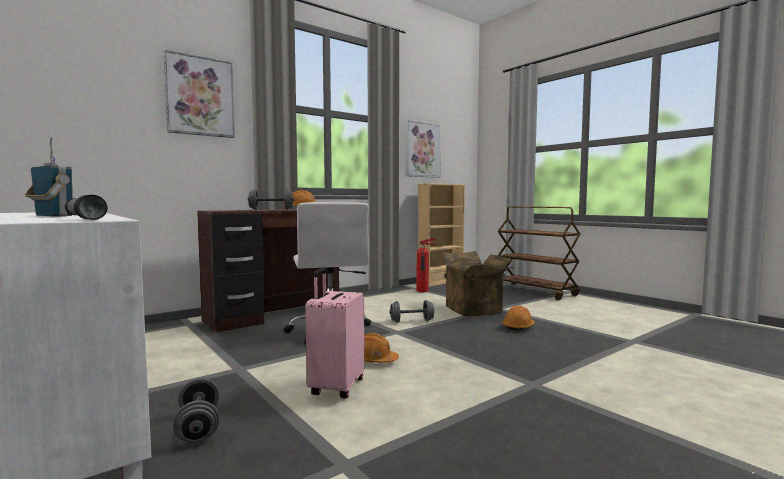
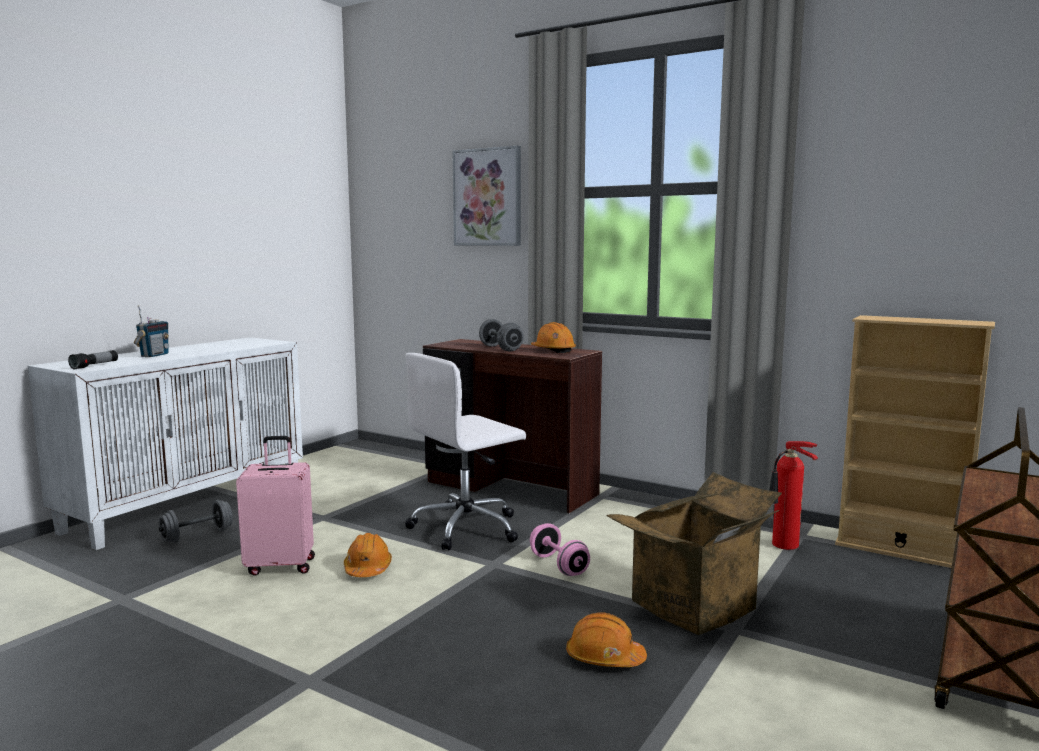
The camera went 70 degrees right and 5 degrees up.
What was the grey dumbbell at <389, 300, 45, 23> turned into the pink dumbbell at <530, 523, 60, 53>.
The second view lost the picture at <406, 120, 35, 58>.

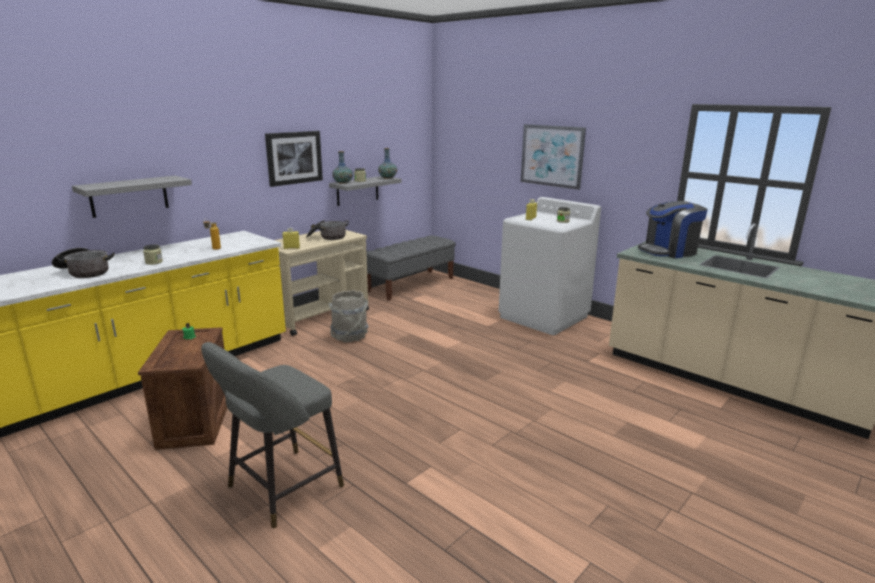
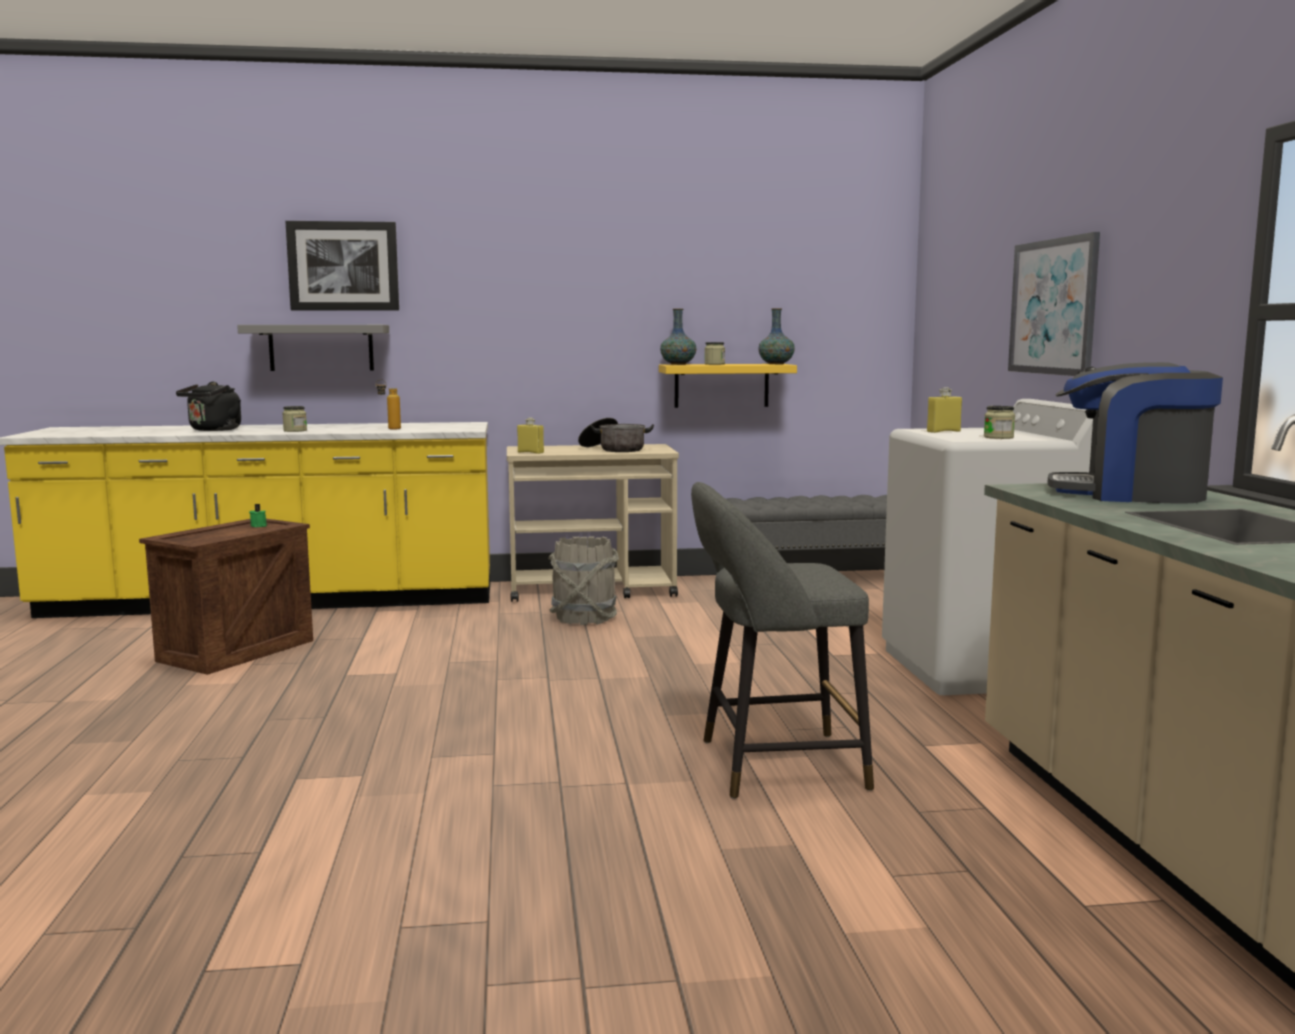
The camera went 40 degrees right and 10 degrees down.
Where the cooking pot stood at <52, 248, 62, 30>, the black kettle came to stand at <176, 382, 65, 49>.
The picture ended up elsewhere, having gone from <265, 131, 58, 56> to <285, 221, 114, 90>.
What was the grey shelf at <329, 176, 72, 30> turned into the yellow shelf at <659, 364, 138, 44>.
The grey stool ended up elsewhere, having gone from <201, 342, 143, 187> to <691, 482, 183, 317>.

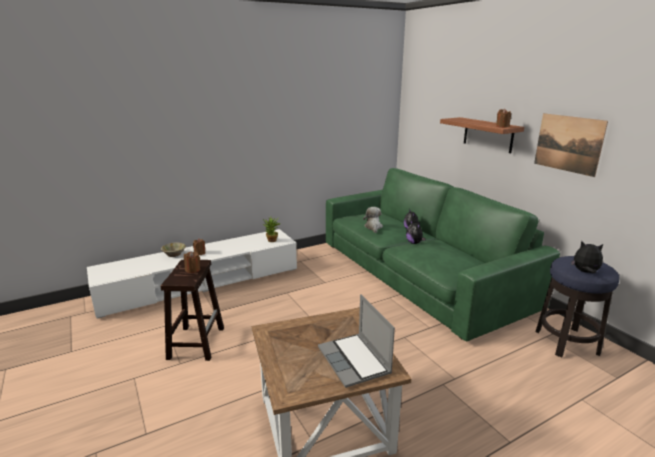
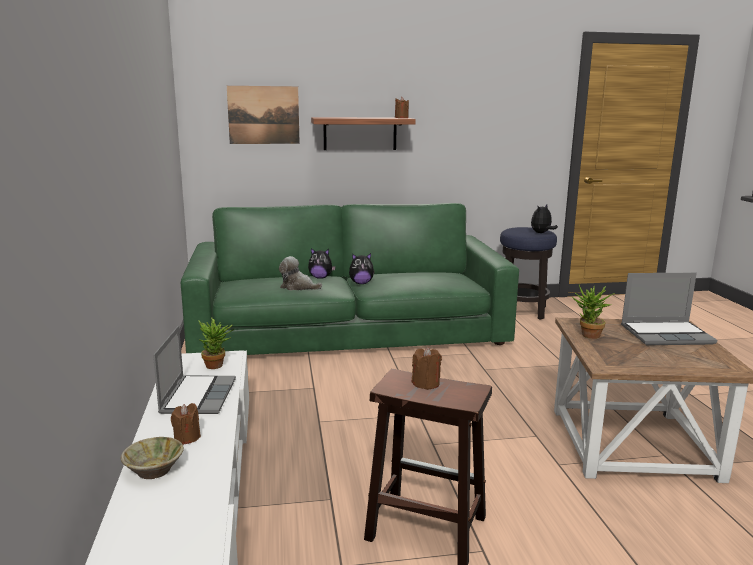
The camera went 70 degrees left and 5 degrees down.
The second view gained the laptop at <153, 326, 83, 88>.
The picture ended up elsewhere, having gone from <534, 113, 74, 64> to <227, 86, 73, 58>.
The second view gained the potted plant at <572, 284, 43, 55>.

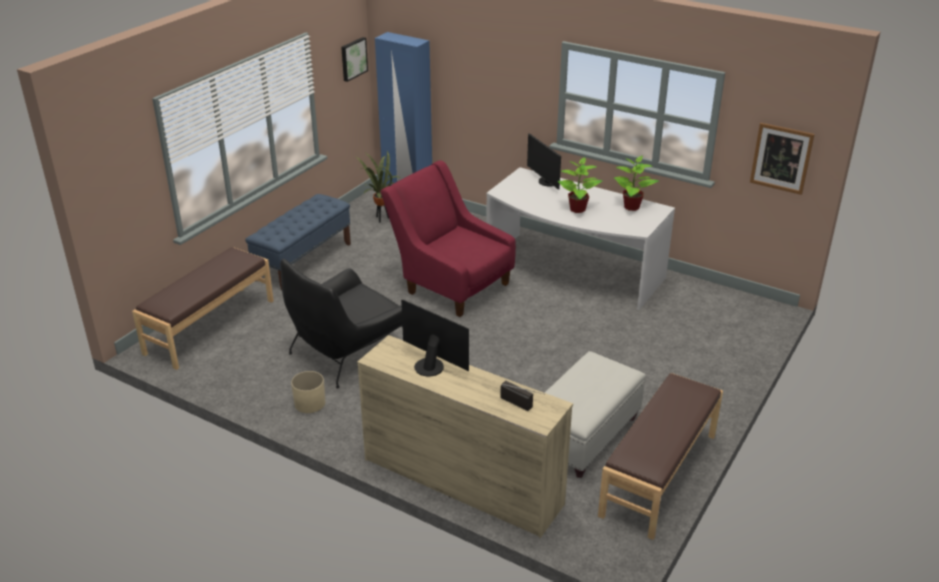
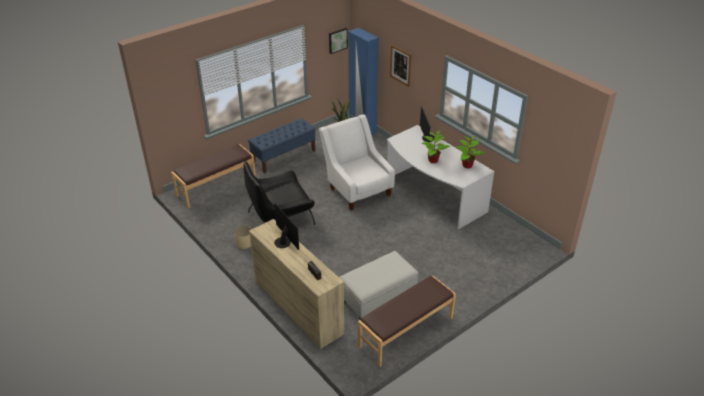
The camera went 20 degrees right and 5 degrees up.
What was the red armchair at <380, 160, 136, 157> turned into the white armchair at <319, 114, 76, 96>.
The picture ended up elsewhere, having gone from <750, 123, 65, 72> to <390, 45, 21, 42>.

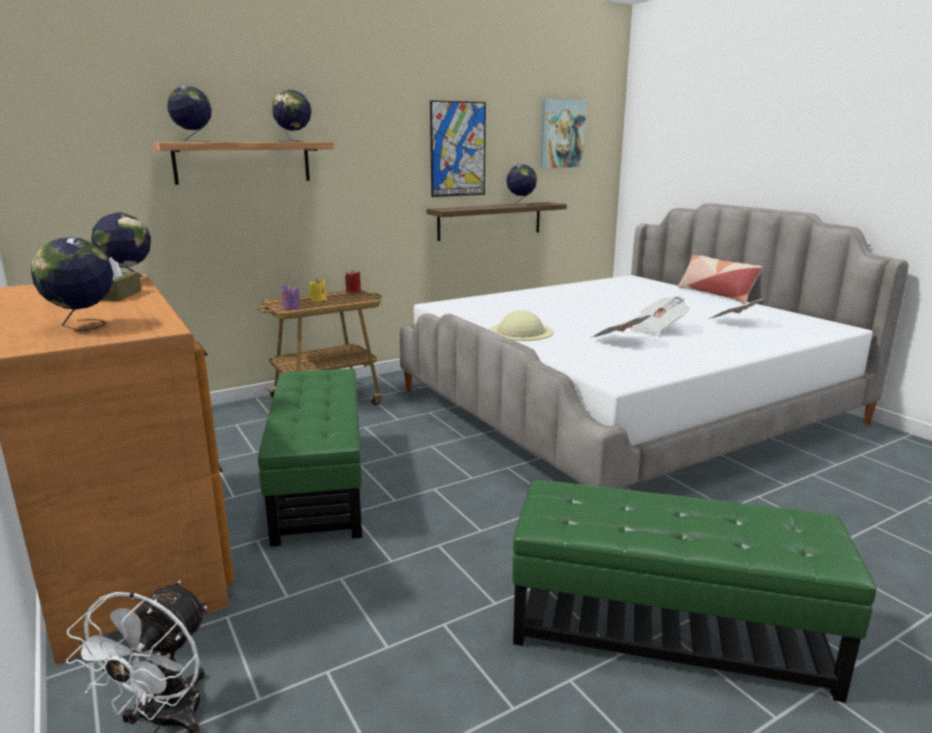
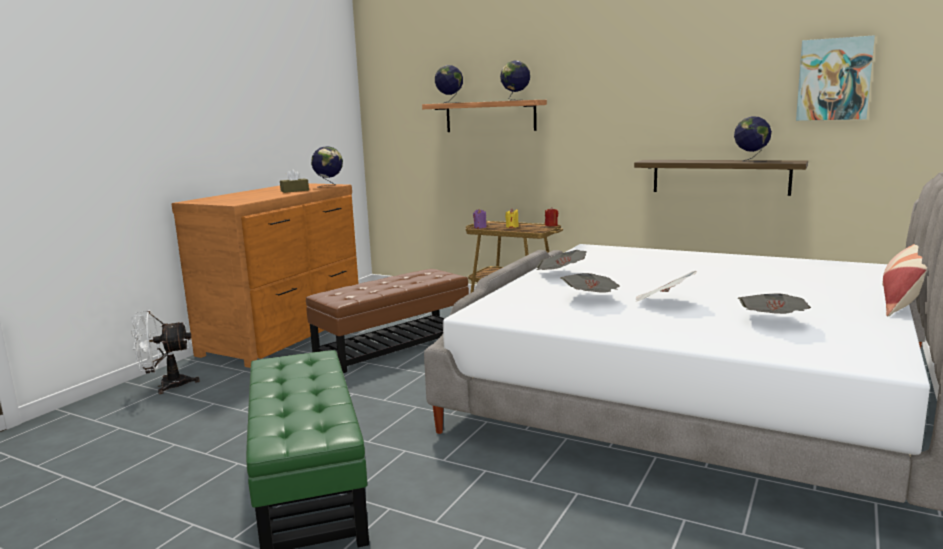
The camera went 60 degrees right and 5 degrees down.
What was the green ottoman at <258, 369, 104, 178> turned into the brown ottoman at <306, 269, 163, 104>.
Where the beige hat stood at <489, 310, 65, 31>, the newspaper came to stand at <536, 250, 50, 20>.
The second view lost the globe at <31, 237, 82, 94>.
The second view lost the picture at <430, 100, 56, 97>.

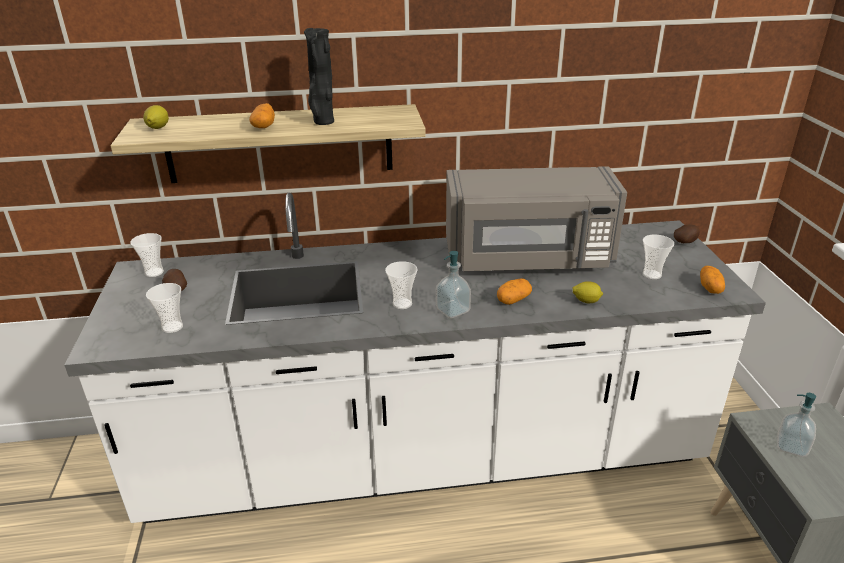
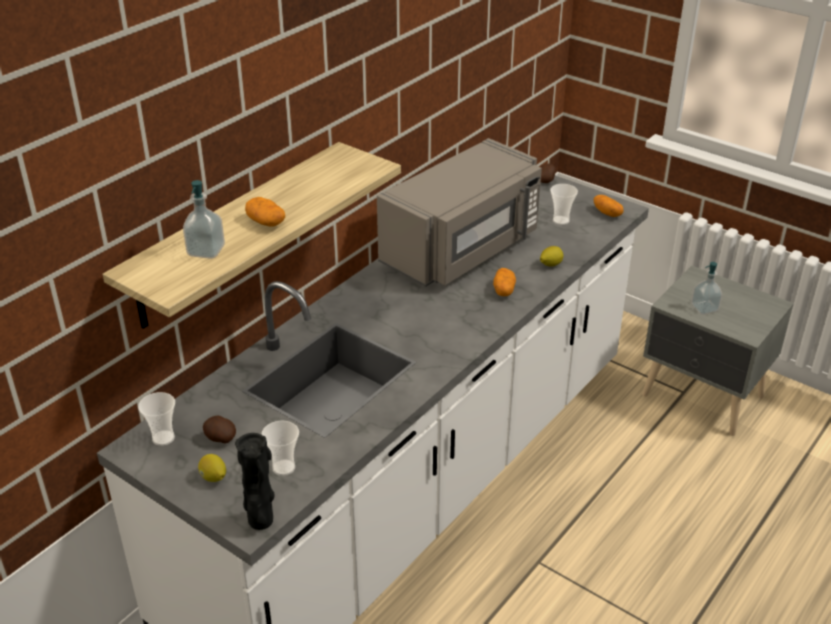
The camera went 45 degrees left and 5 degrees up.
The soap dispenser ended up elsewhere, having gone from <436, 251, 35, 68> to <183, 180, 42, 79>.
The lemon ended up elsewhere, having gone from <143, 105, 26, 24> to <198, 454, 28, 28>.
The black vase ended up elsewhere, having gone from <304, 28, 30, 97> to <235, 433, 40, 97>.
The second view lost the cup at <385, 261, 32, 48>.

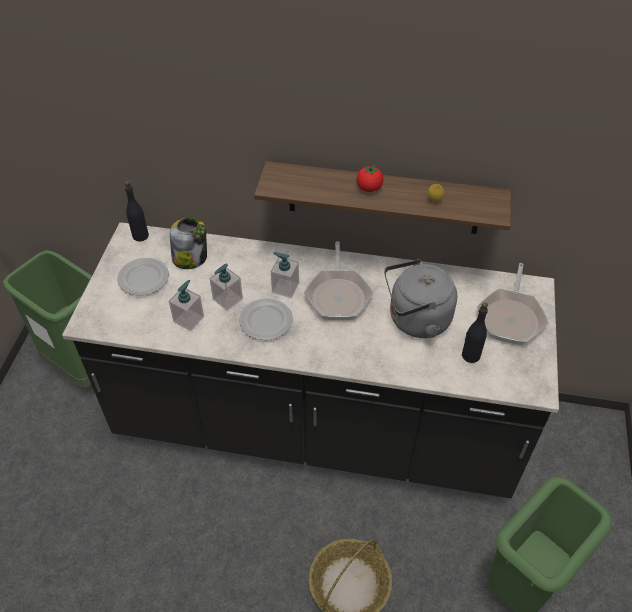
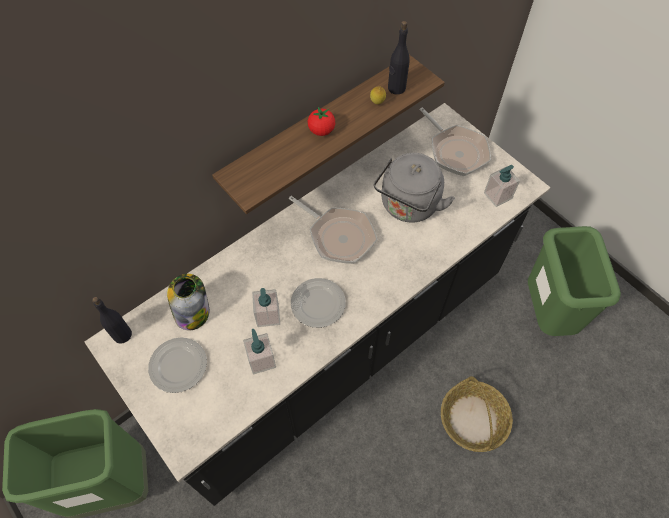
The camera went 50 degrees left and 10 degrees up.
The black bottle ended up elsewhere, having gone from <462, 302, 26, 61> to <388, 21, 22, 74>.
The soap dispenser ended up elsewhere, having gone from <271, 252, 28, 46> to <484, 165, 36, 42>.

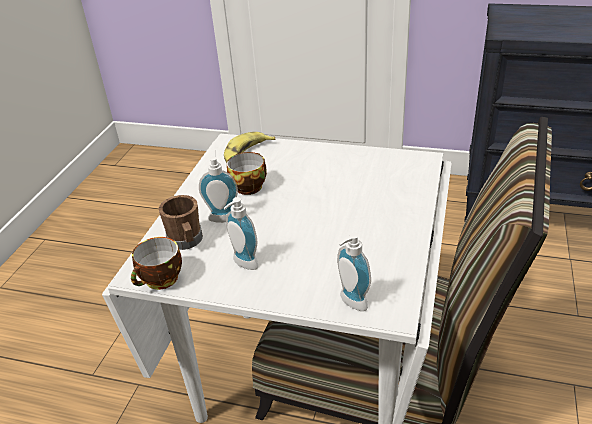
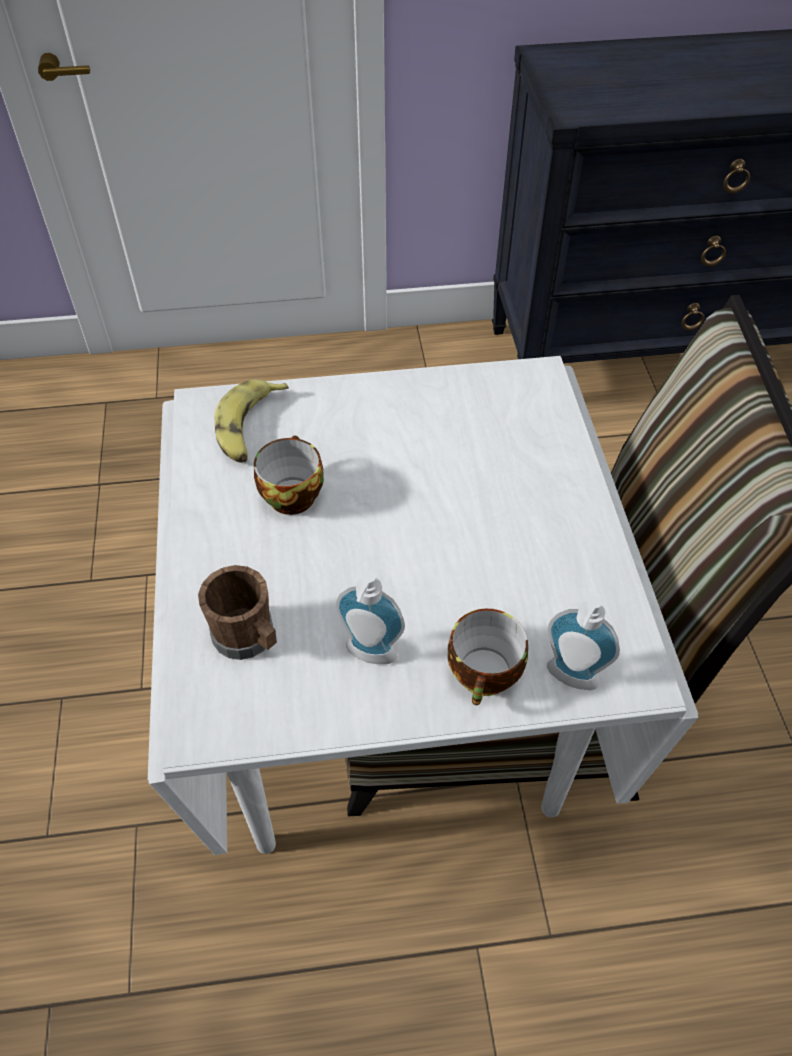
The camera went 25 degrees left and 15 degrees up.
The cup ended up elsewhere, having gone from <131, 237, 51, 53> to <448, 608, 80, 97>.
The second view lost the soap dispenser at <199, 150, 39, 73>.

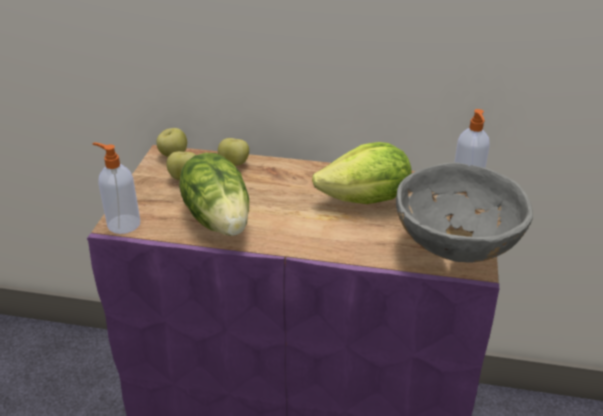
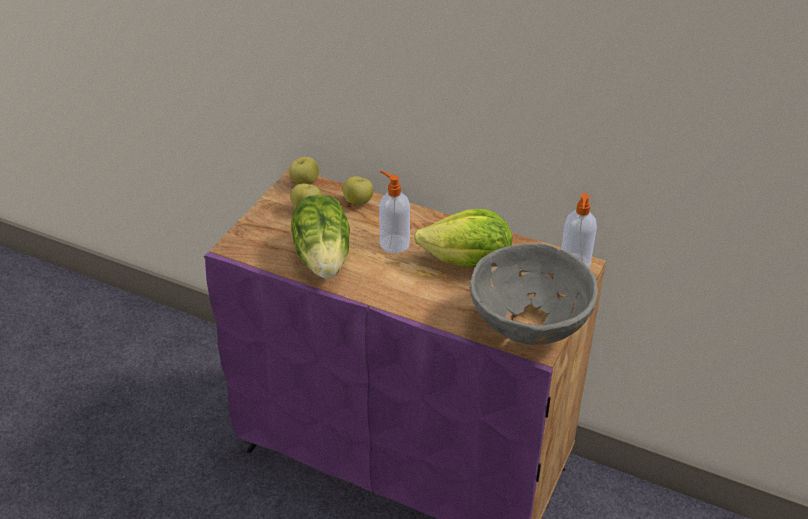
The camera went 15 degrees right and 5 degrees up.
The soap dispenser ended up elsewhere, having gone from <92, 142, 48, 92> to <379, 170, 31, 83>.

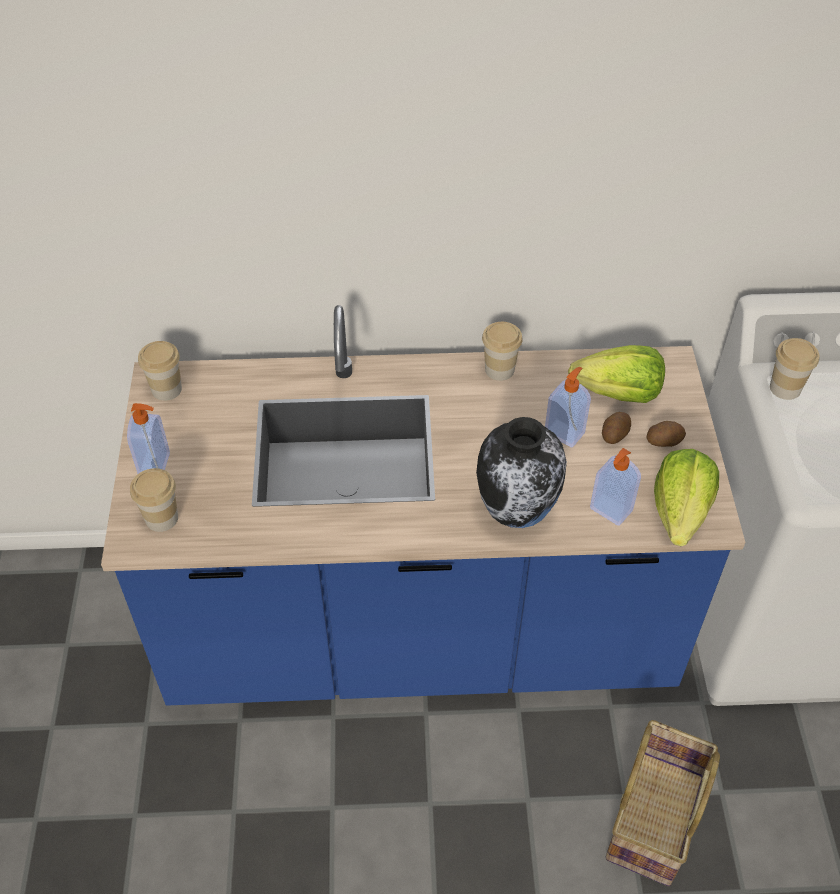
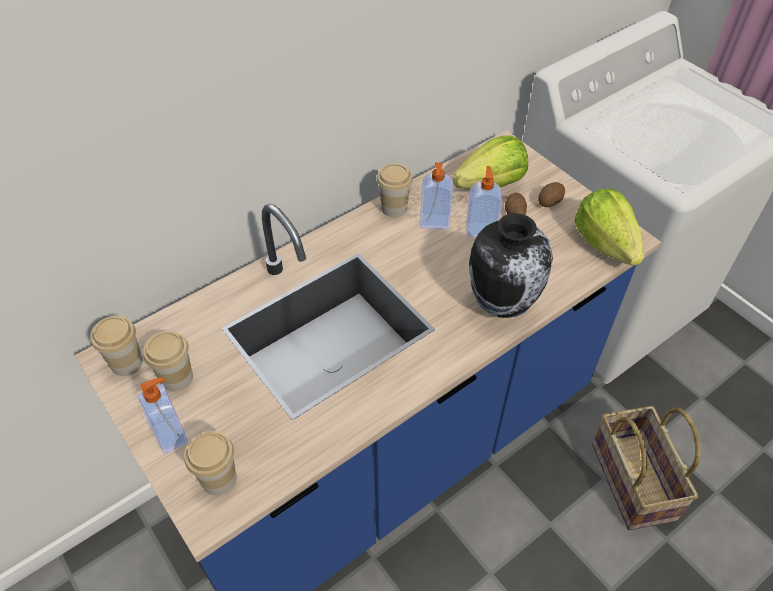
The camera went 35 degrees left and 0 degrees up.
The cup ended up elsewhere, having gone from <770, 338, 49, 62> to <143, 331, 50, 61>.
The soap dispenser ended up elsewhere, having gone from <590, 448, 51, 78> to <420, 163, 33, 67>.

